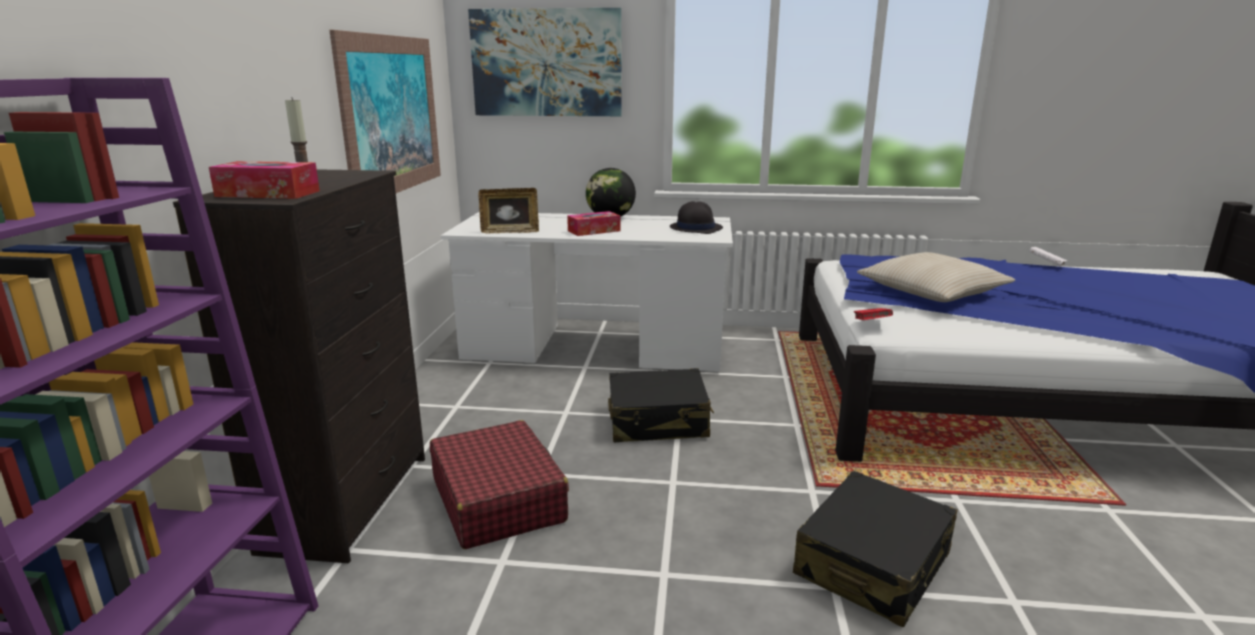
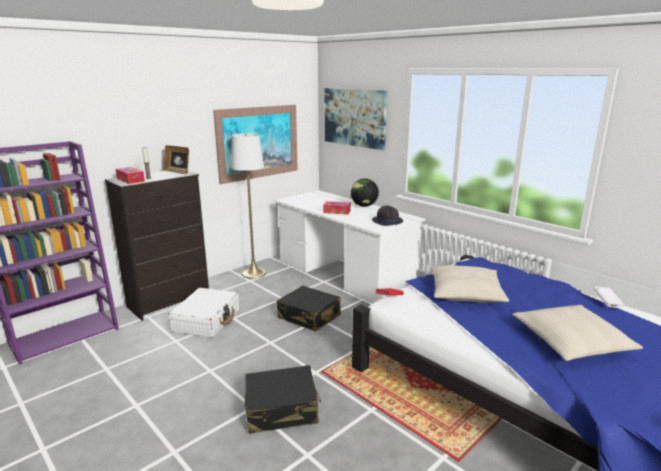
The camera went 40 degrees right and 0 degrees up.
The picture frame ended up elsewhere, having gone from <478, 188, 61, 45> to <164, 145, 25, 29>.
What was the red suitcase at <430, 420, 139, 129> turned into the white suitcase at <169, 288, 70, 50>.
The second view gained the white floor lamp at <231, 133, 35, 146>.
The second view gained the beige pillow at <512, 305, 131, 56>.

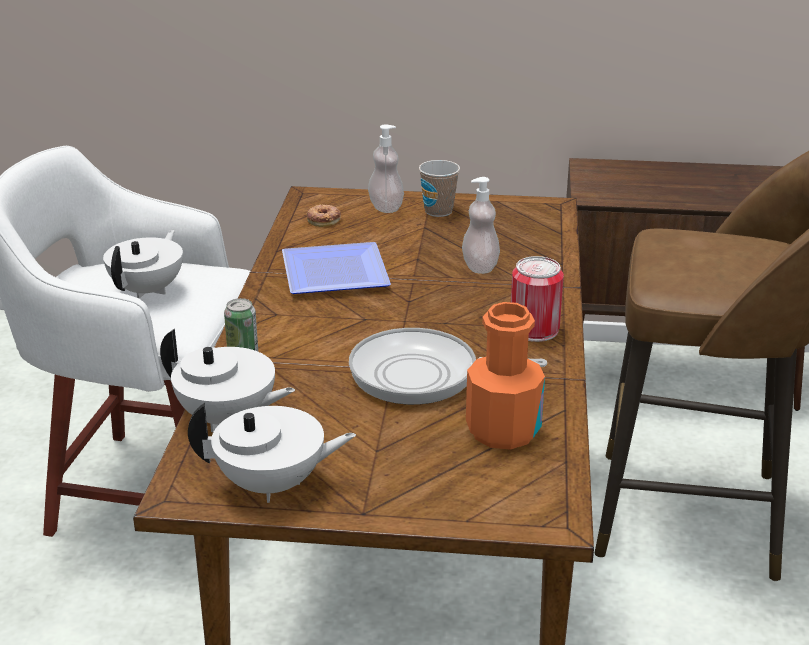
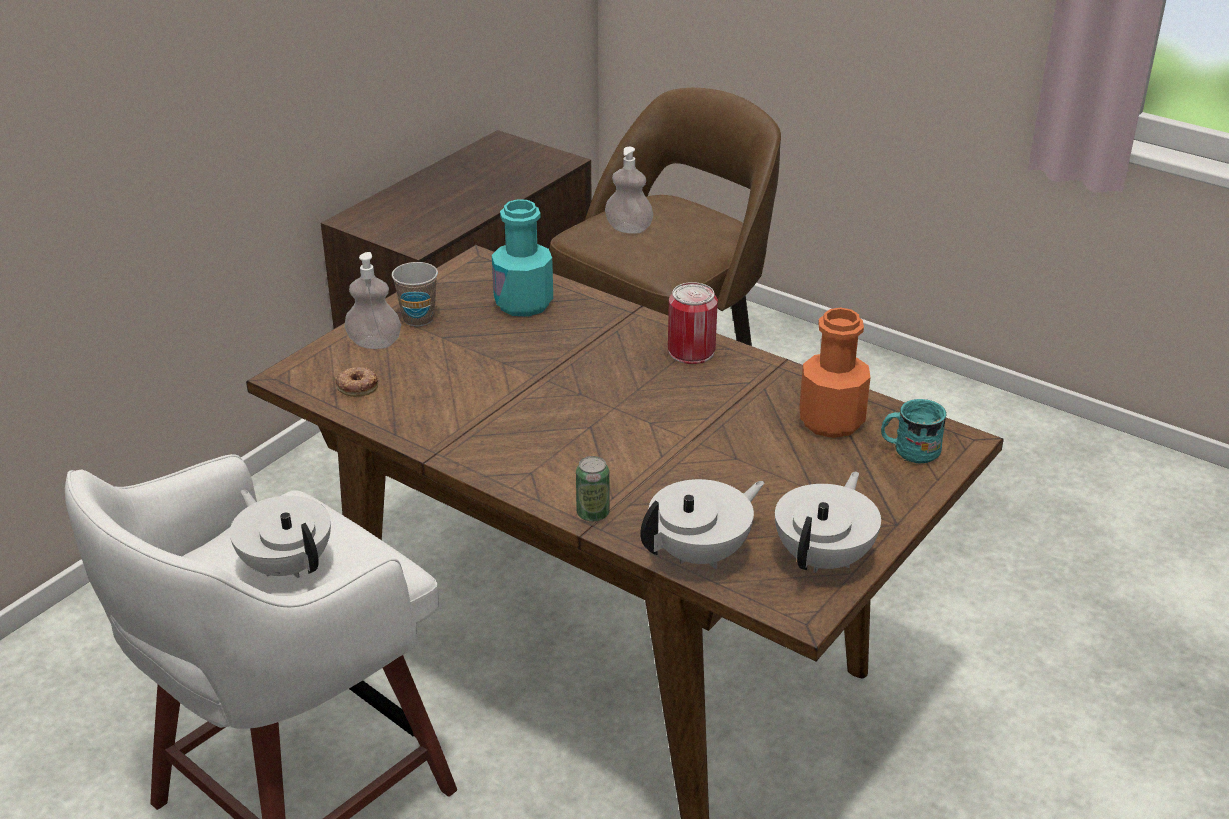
The camera went 60 degrees left and 5 degrees up.
The second view gained the turquoise bottle at <492, 199, 61, 118>.
The soap dispenser ended up elsewhere, having gone from <462, 177, 38, 97> to <605, 147, 48, 87>.
The second view gained the turquoise mug at <881, 399, 65, 64>.
The second view lost the plate at <282, 242, 109, 52>.
The second view lost the frying pan at <349, 328, 198, 77>.

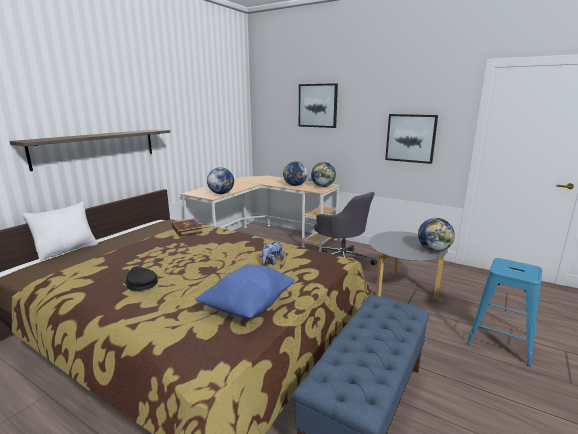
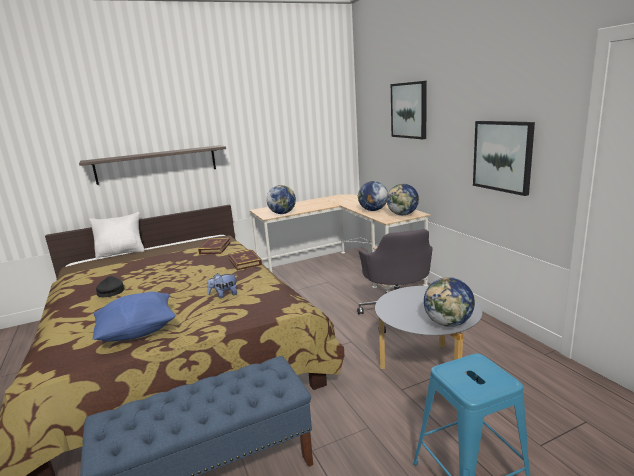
The camera went 35 degrees right and 0 degrees up.
The second view gained the book at <228, 249, 34, 22>.

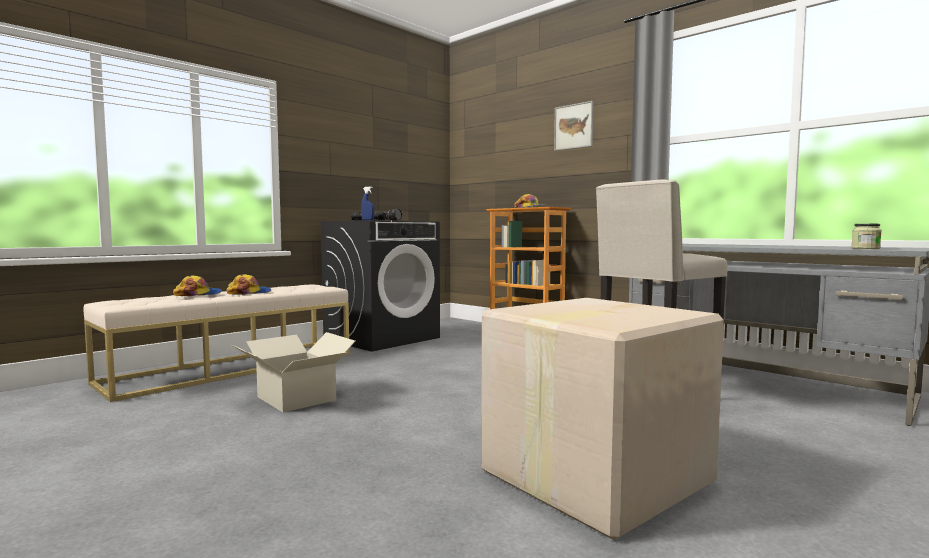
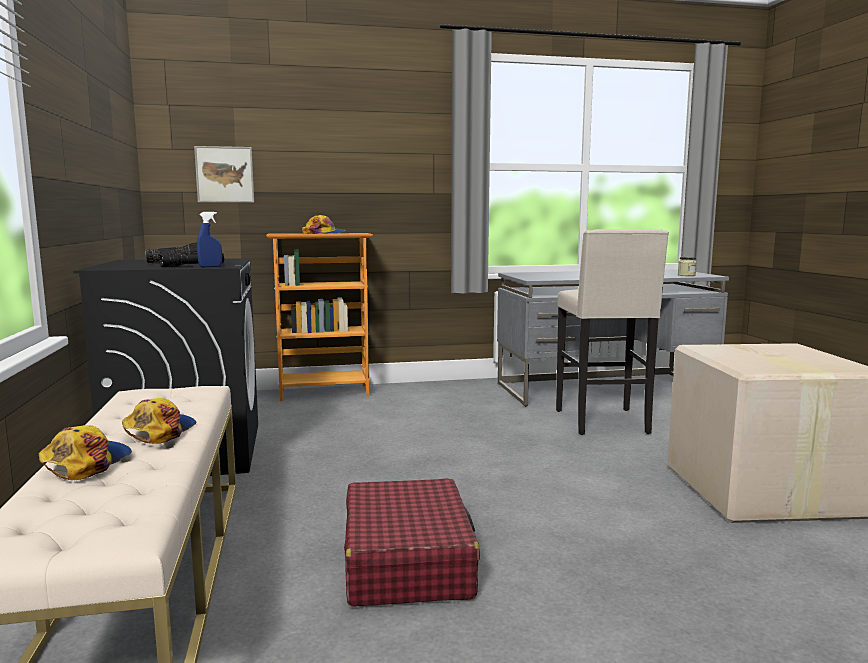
The camera went 55 degrees left and 5 degrees up.
The picture ended up elsewhere, having gone from <554, 101, 39, 50> to <194, 146, 60, 57>.
Where the cardboard box stood at <232, 332, 124, 80>, the red suitcase came to stand at <344, 478, 136, 129>.

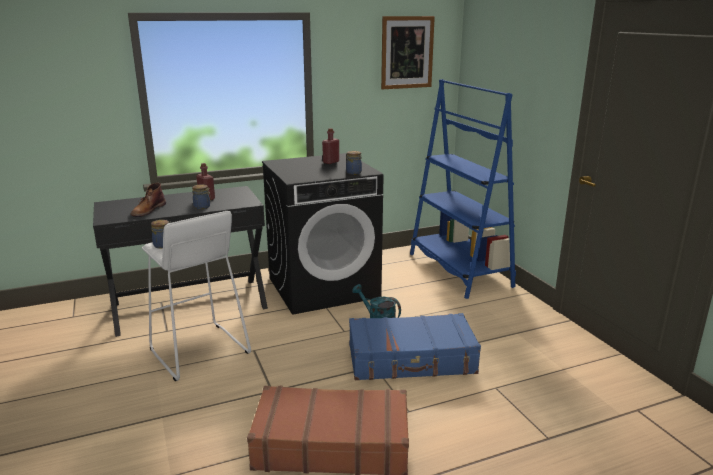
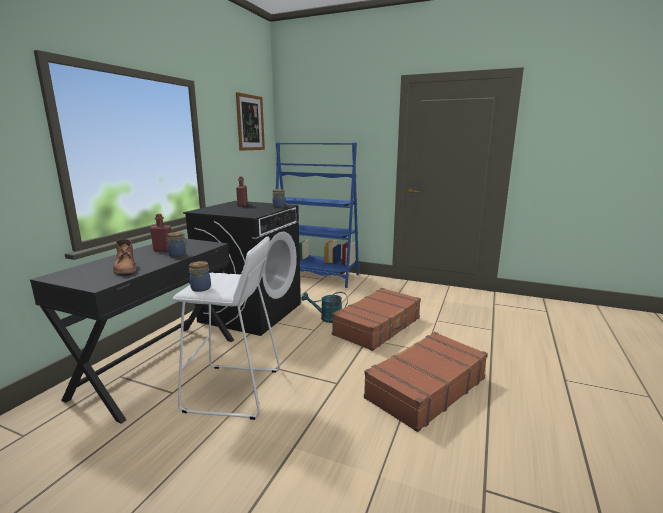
The camera went 45 degrees left and 5 degrees down.
What was the blue suitcase at <349, 313, 132, 67> turned into the brown suitcase at <332, 288, 89, 63>.

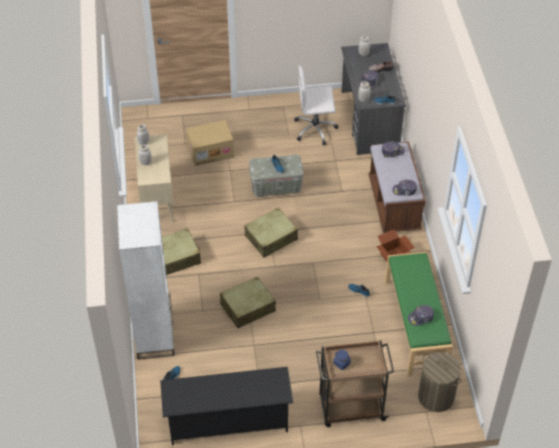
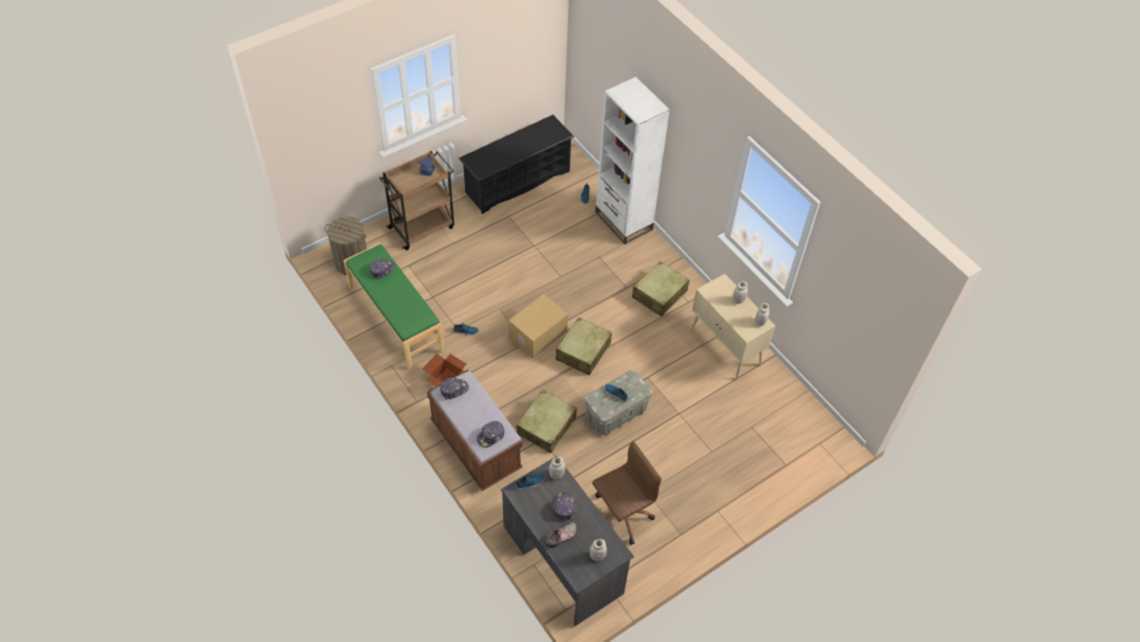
The camera went 150 degrees right and 5 degrees up.
The cardboard box ended up elsewhere, having gone from <186, 120, 48, 46> to <509, 294, 59, 65>.
The beige suitcase ended up elsewhere, having gone from <220, 277, 56, 51> to <516, 389, 61, 64>.
What was the white office chair at <294, 65, 44, 81> turned into the brown office chair at <592, 441, 70, 104>.

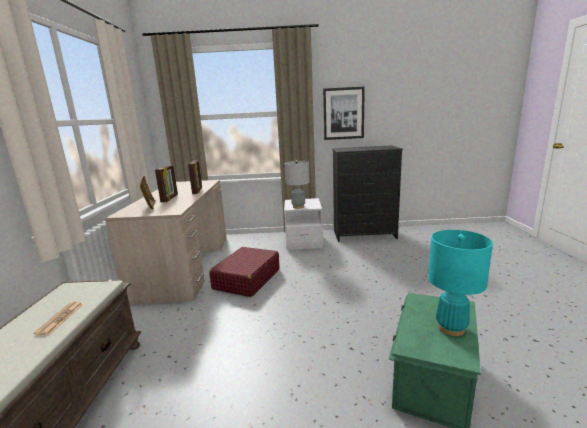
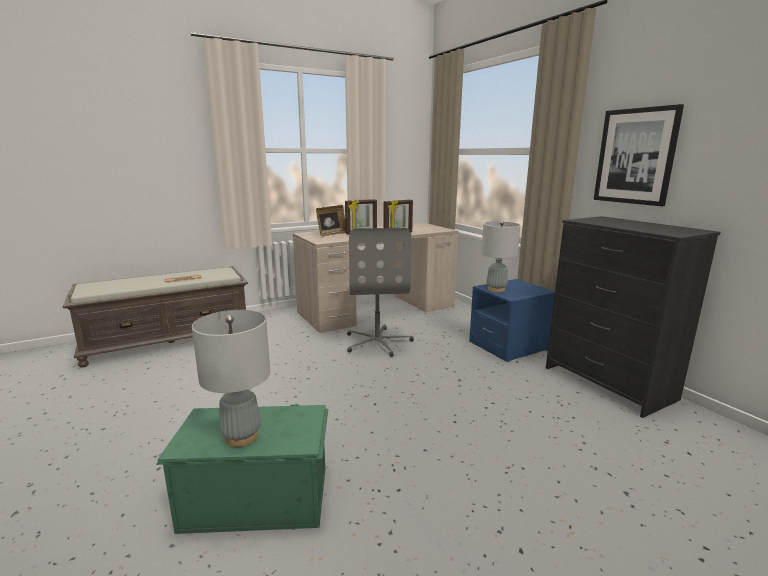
The camera went 60 degrees right and 0 degrees up.
What was the turquoise table lamp at <428, 230, 65, 106> turned into the grey table lamp at <192, 310, 78, 137>.
Where the red suitcase stood at <209, 247, 70, 50>, the grey office chair came to stand at <347, 228, 67, 129>.
What was the white nightstand at <284, 198, 39, 52> turned into the blue nightstand at <469, 279, 86, 83>.

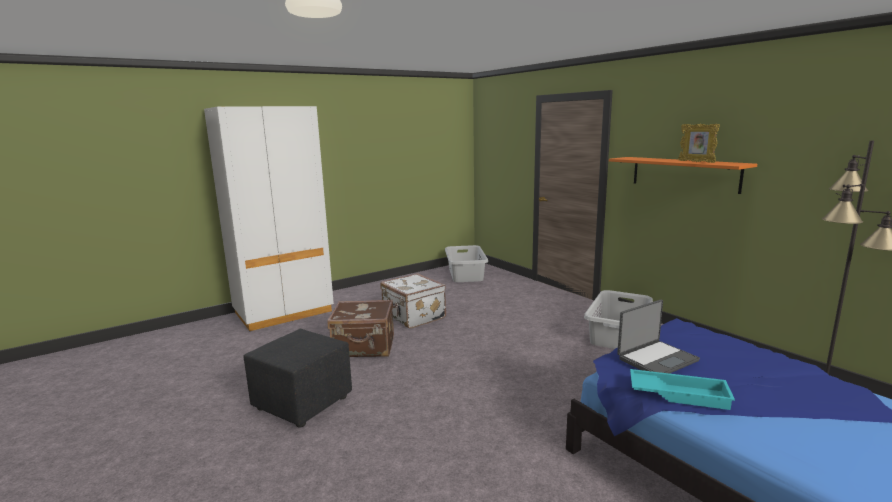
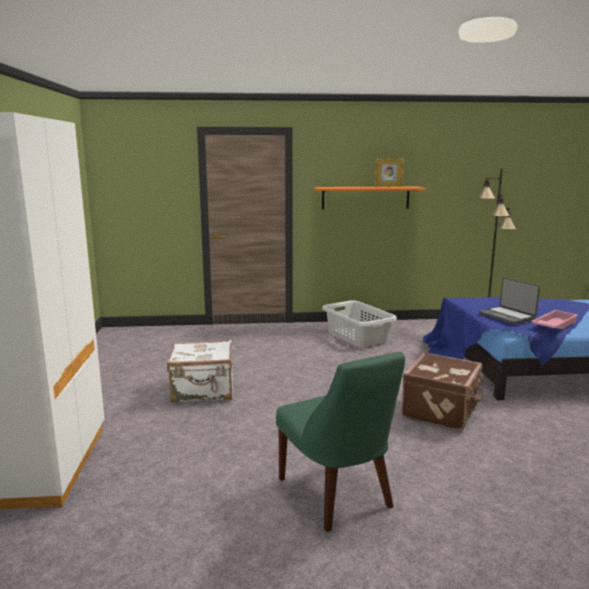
The camera went 60 degrees left and 0 degrees up.
Where the black ottoman stood at <244, 329, 108, 99>, the green chair came to stand at <276, 352, 129, 180>.
The brown suitcase ended up elsewhere, having gone from <327, 300, 67, 57> to <401, 352, 82, 79>.
The laptop at <617, 300, 83, 74> ended up facing another way, 150 degrees clockwise from before.
What was the turquoise tray at <630, 369, 105, 41> turned into the pink tray at <531, 310, 47, 19>.
The second view lost the grey laundry basket at <445, 245, 43, 37>.

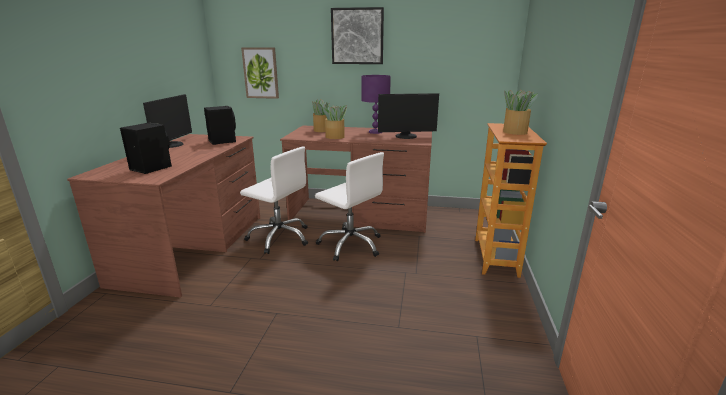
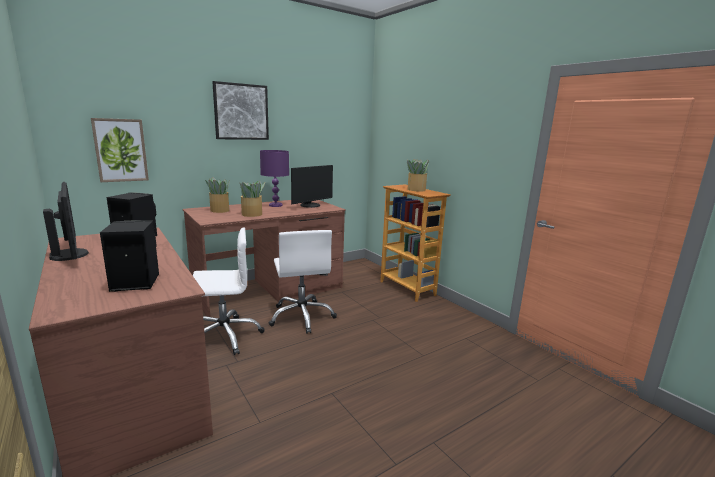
The camera went 45 degrees left and 5 degrees down.
The white office chair at <315, 152, 69, 109> ended up facing another way, 75 degrees clockwise from before.

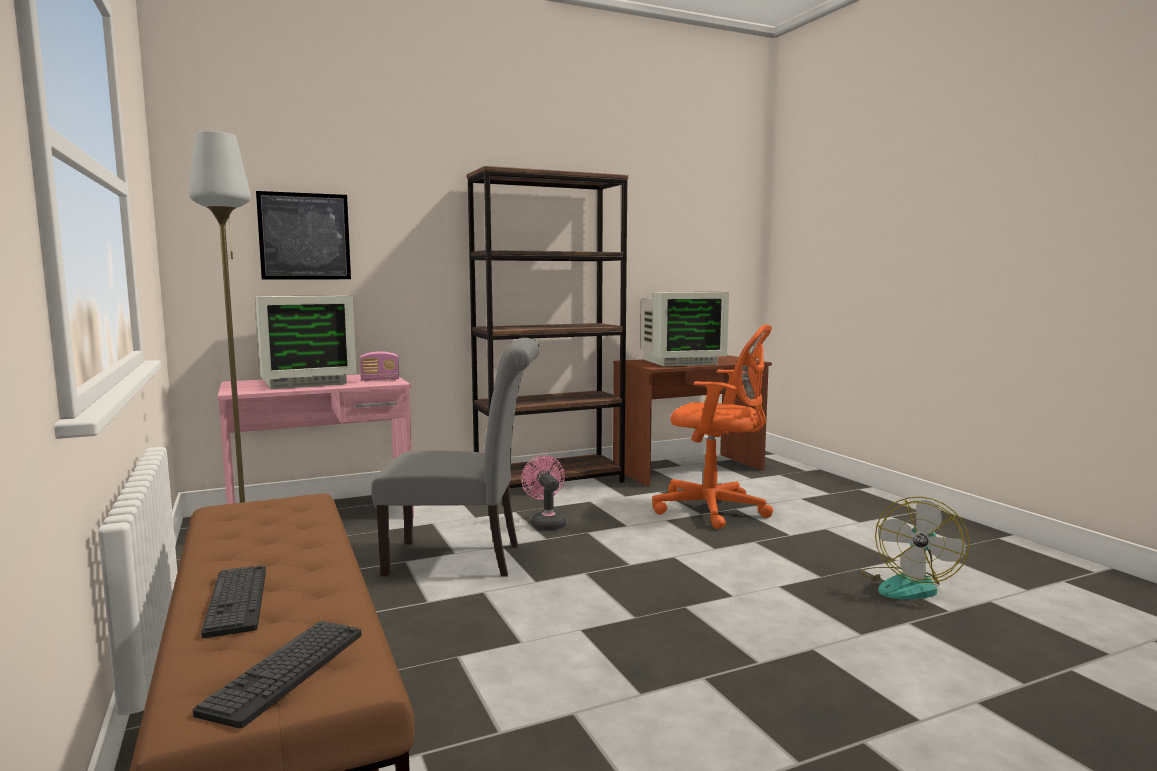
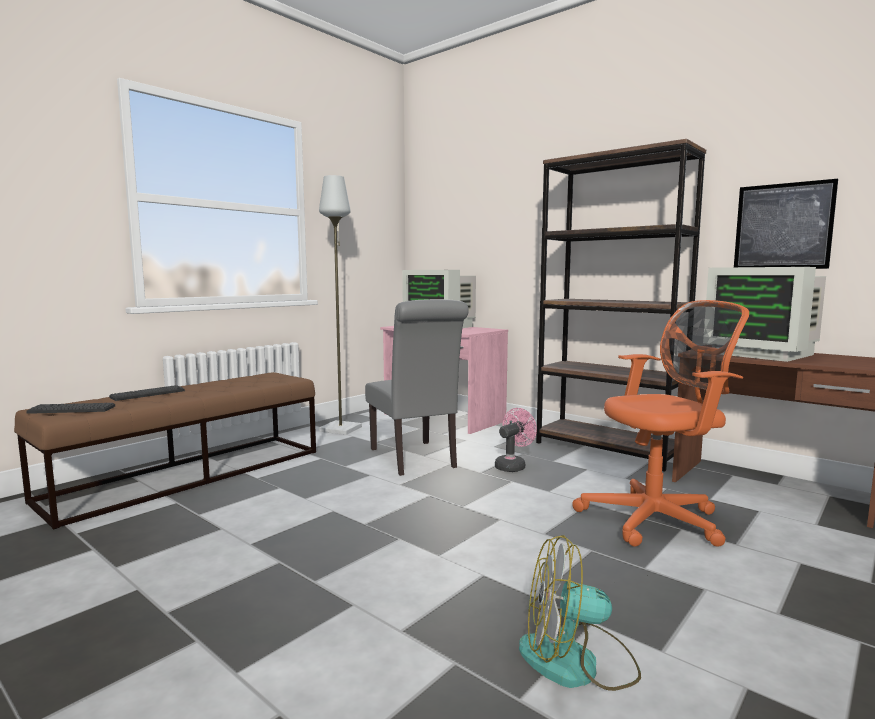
The camera went 65 degrees right and 0 degrees up.
The orange office chair at <652, 325, 121, 204> ended up facing another way, 105 degrees counterclockwise from before.
The picture ended up elsewhere, having gone from <256, 191, 95, 89> to <734, 179, 104, 90>.
The second view lost the radio at <360, 351, 39, 30>.

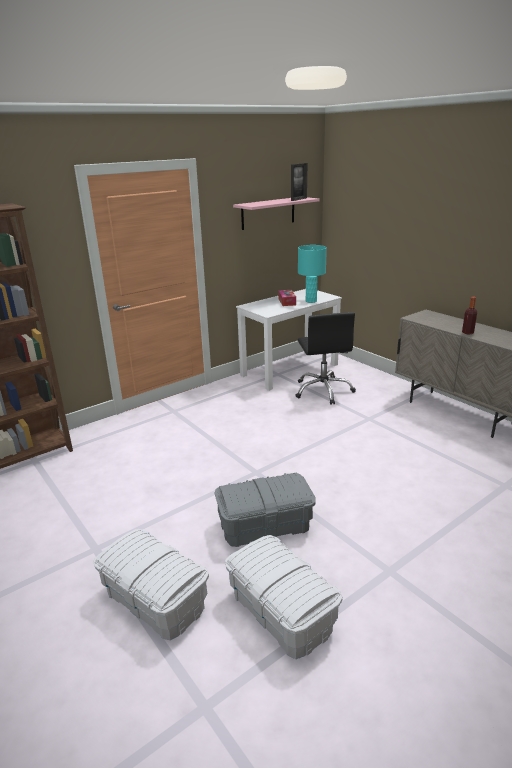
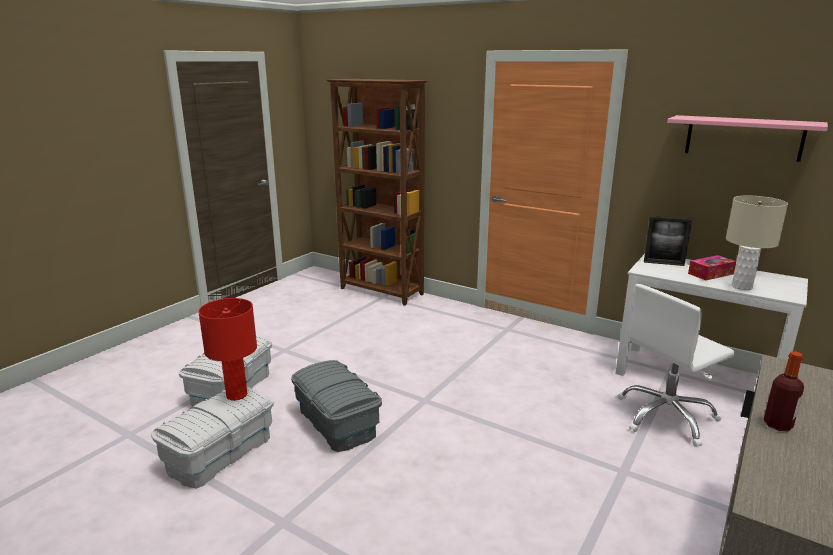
The camera went 70 degrees right and 5 degrees down.
The second view gained the red table lamp at <198, 298, 59, 102>.
What was the black office chair at <295, 312, 61, 93> turned into the white office chair at <618, 284, 117, 163>.
The picture frame ended up elsewhere, having gone from <291, 163, 16, 38> to <644, 216, 48, 50>.
What was the turquoise table lamp at <298, 245, 29, 58> turned into the beige table lamp at <726, 196, 62, 94>.

